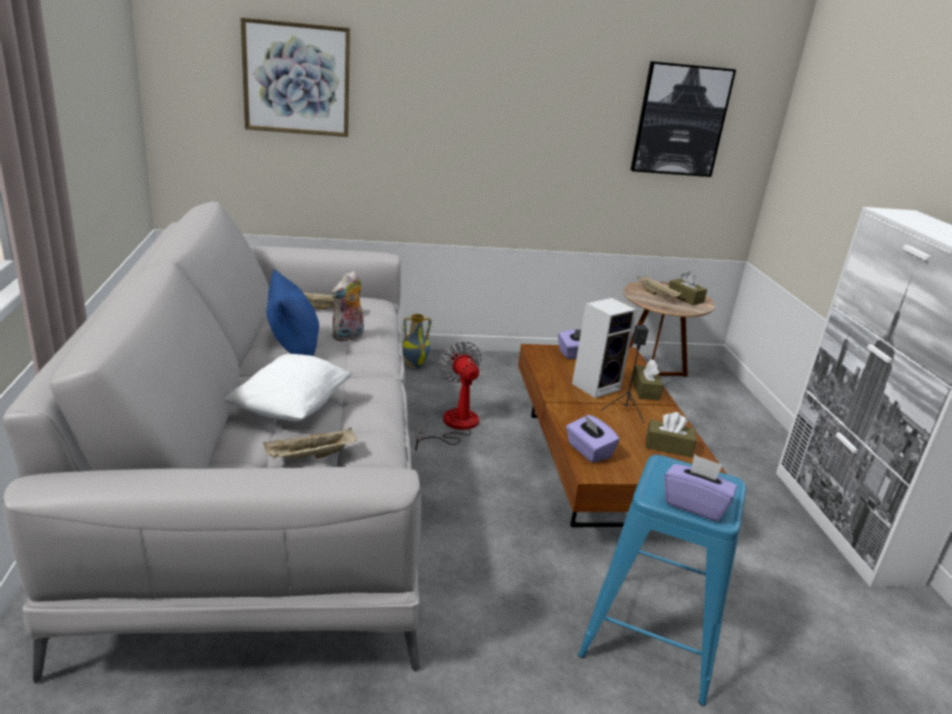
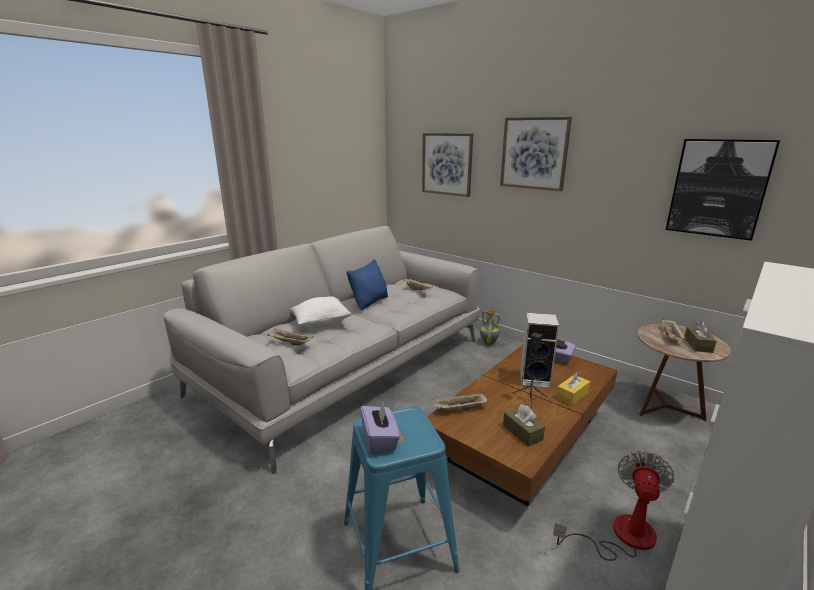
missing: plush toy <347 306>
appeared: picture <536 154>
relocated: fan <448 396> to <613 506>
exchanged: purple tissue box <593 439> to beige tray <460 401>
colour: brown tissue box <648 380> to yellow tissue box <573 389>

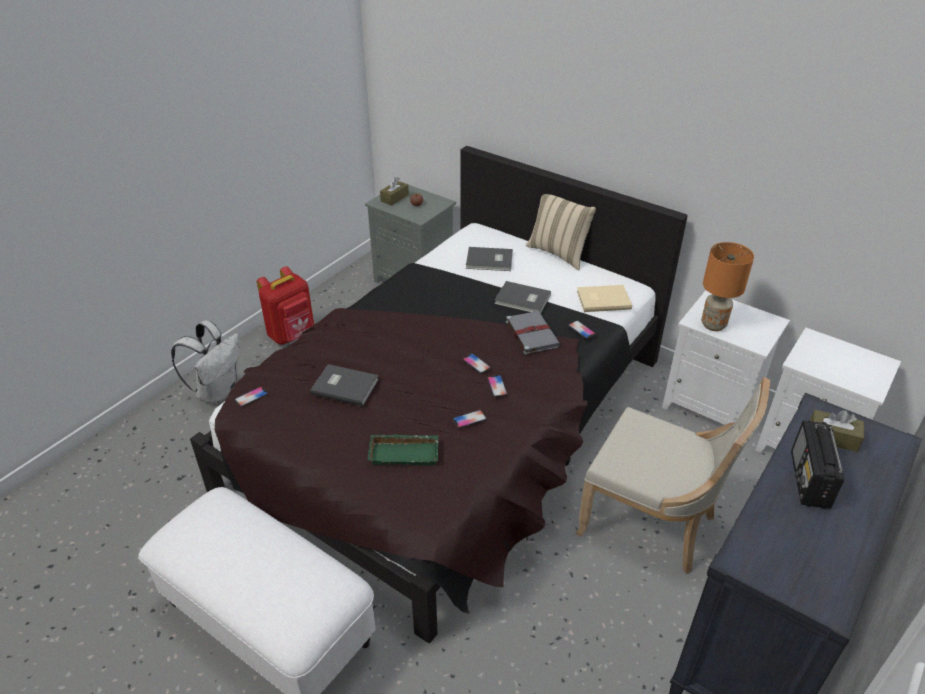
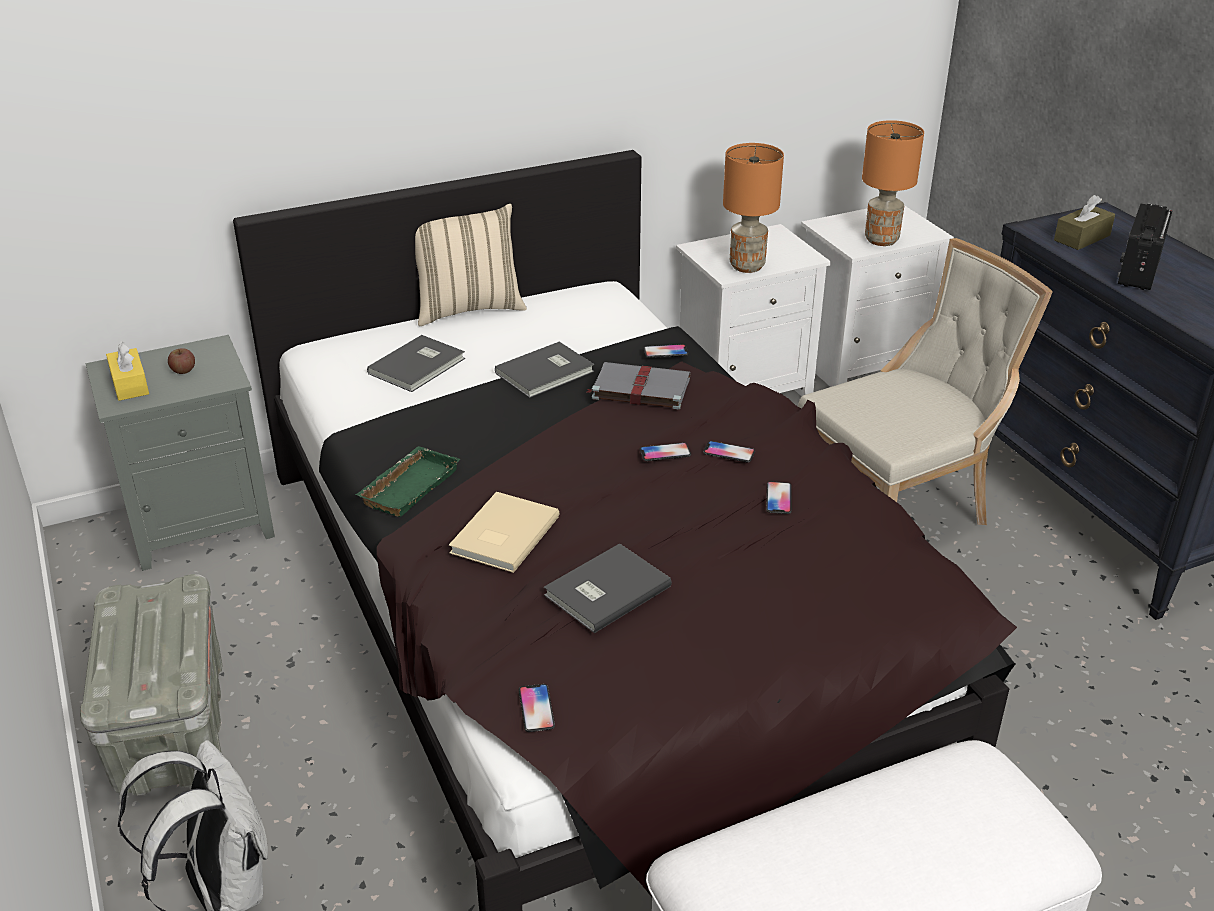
appeared: orange table lamp <893 183>
relocated: beige book <604 298> to <504 532>; green tray <403 449> to <407 481>
exchanged: red backpack <285 305> to grey storage box <151 685>
colour: brown tissue box <394 191> to yellow tissue box <127 371>
spun: radio <817 464> = <1144 246> 75 degrees clockwise

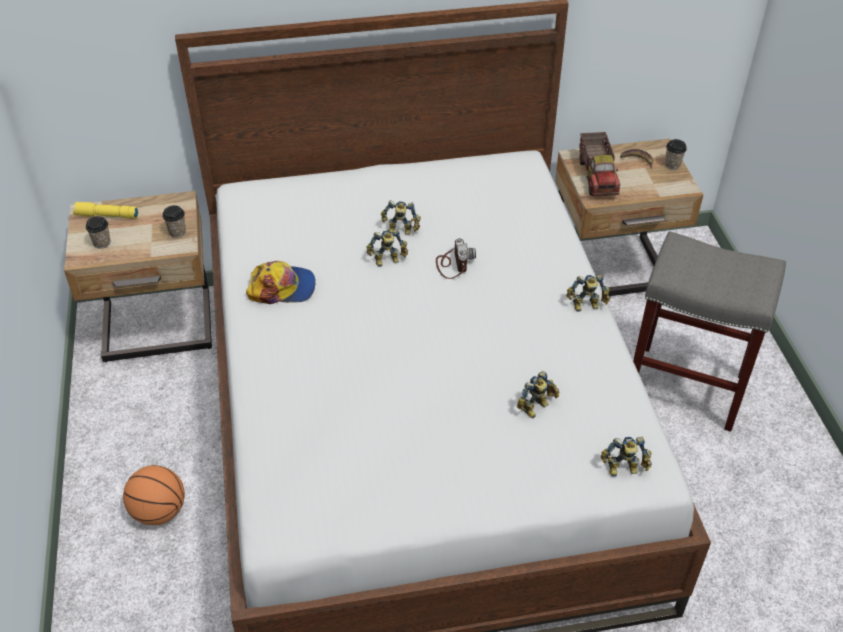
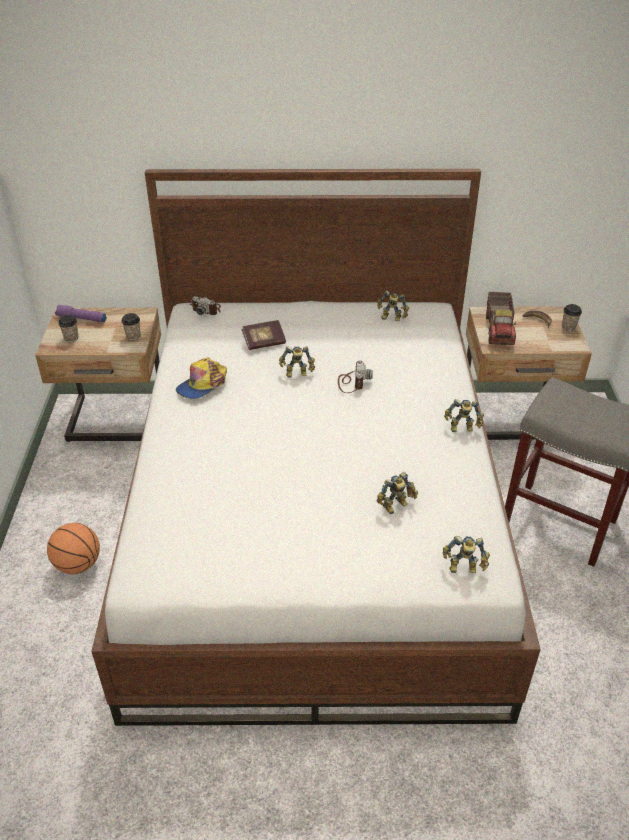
appeared: photo camera <205 305>; book <264 335>
relocated: toy robot <401 217> to <393 306>
colour: yellow flashlight <106 210> to purple flashlight <81 313>
spun: cap <281 282> = <201 378> 120 degrees clockwise

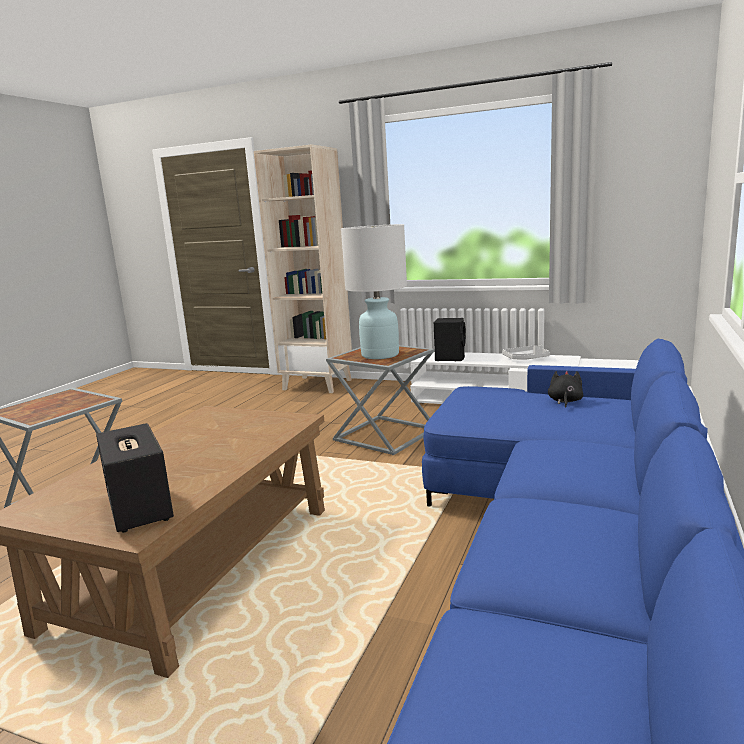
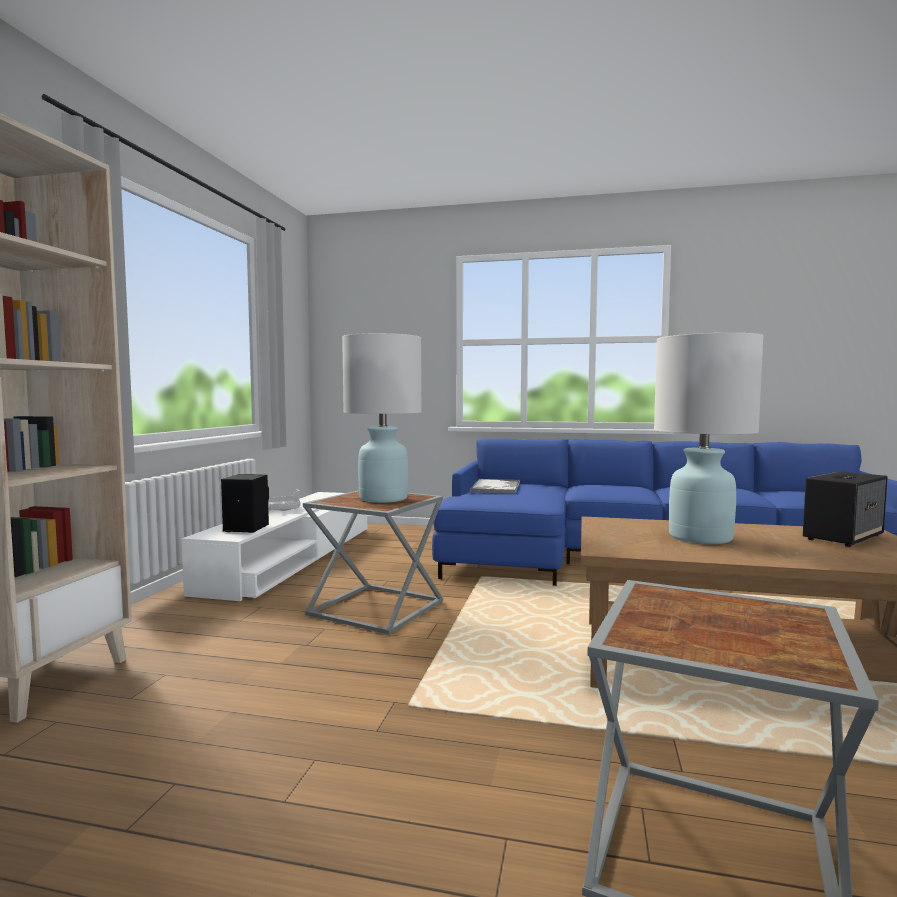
appeared: white table lamp <708 438>
exchanged: black plush toy <565 389> to tray <495 486>

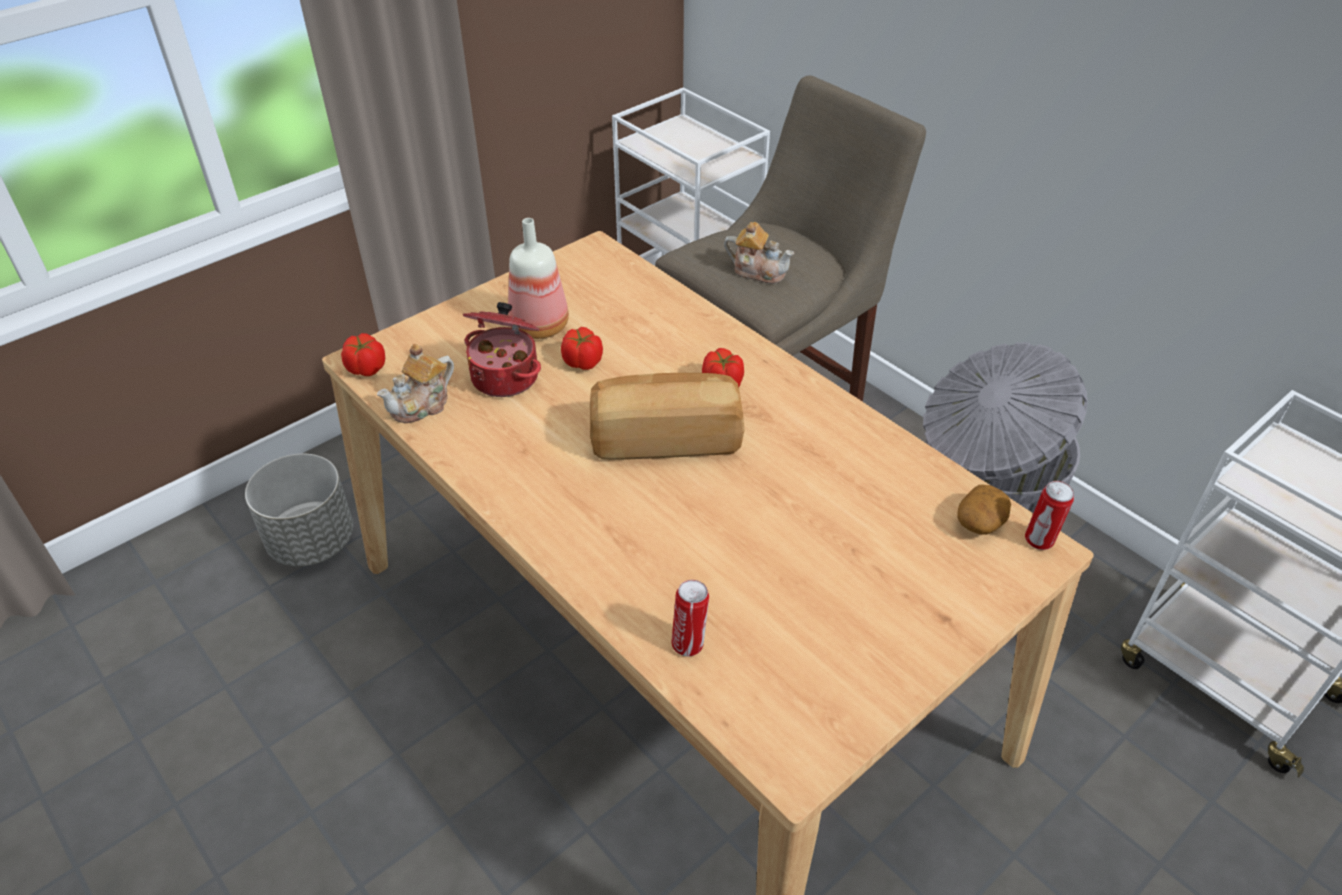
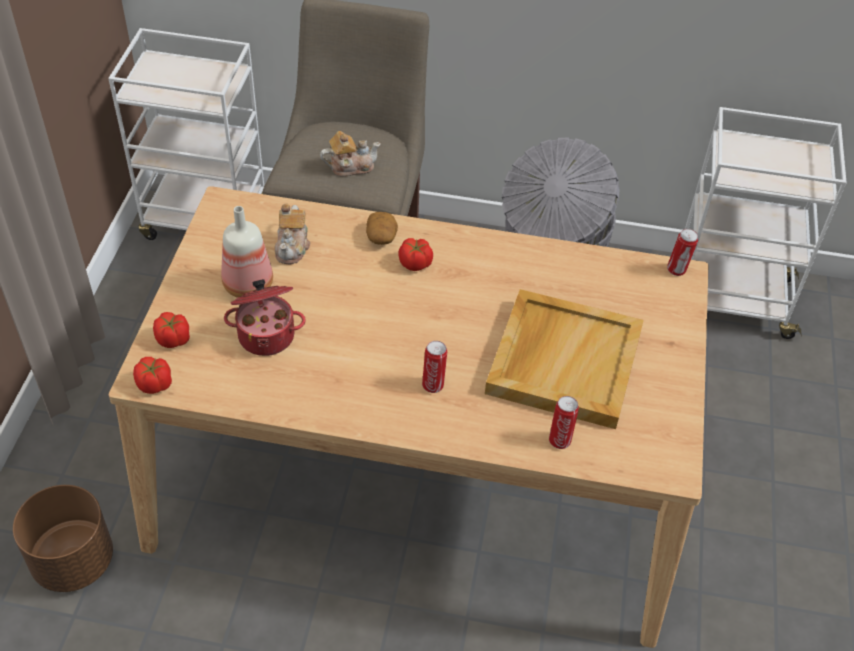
missing: bread <667 416>
appeared: beige tray <564 359>; can <434 367>
relocated: tomato <582 348> to <171 330>; teapot <415 383> to <292 233>; potato <984 509> to <382 228>
colour: grey planter <299 510> to brown planter <63 538>

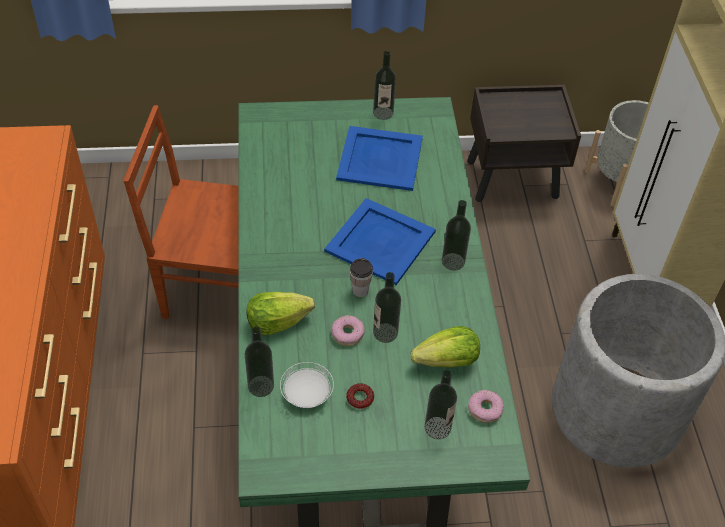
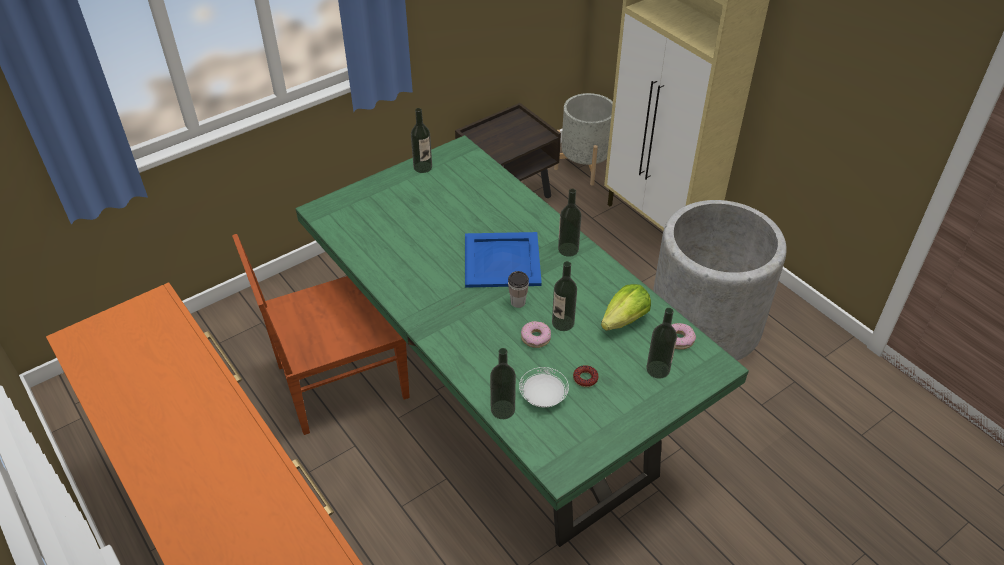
missing: blue tray <379 158>; lettuce <280 313>

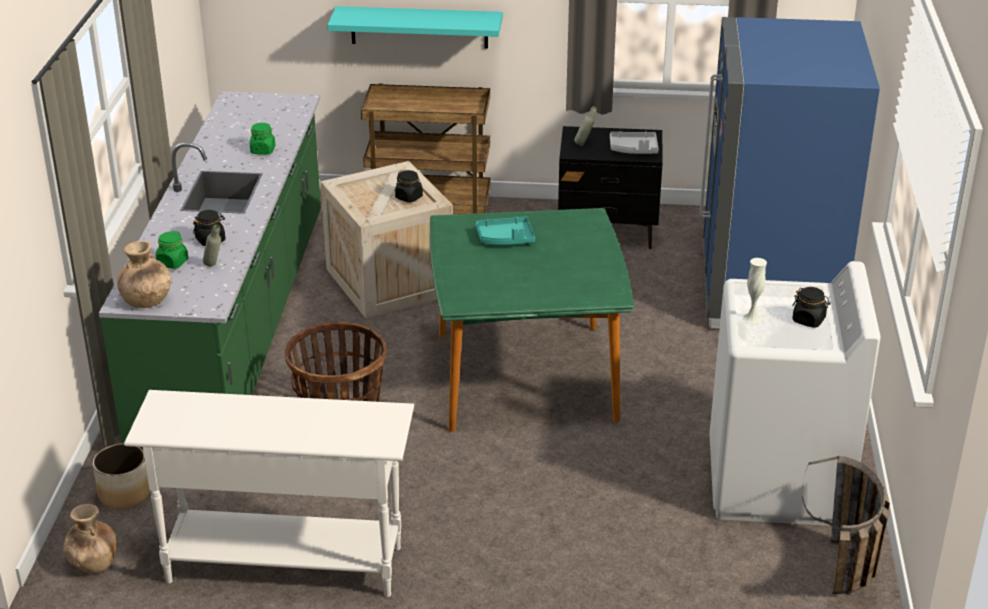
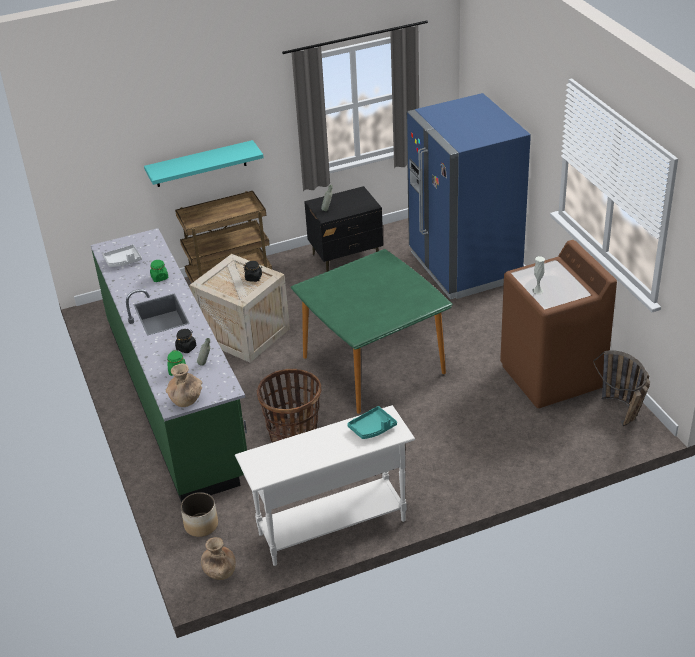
missing: black jar <811 307>
relocated: grey tray <634 142> to <122 255>; turquoise tray <505 231> to <372 422>
colour: white washing machine <795 393> to brown washing machine <558 324>

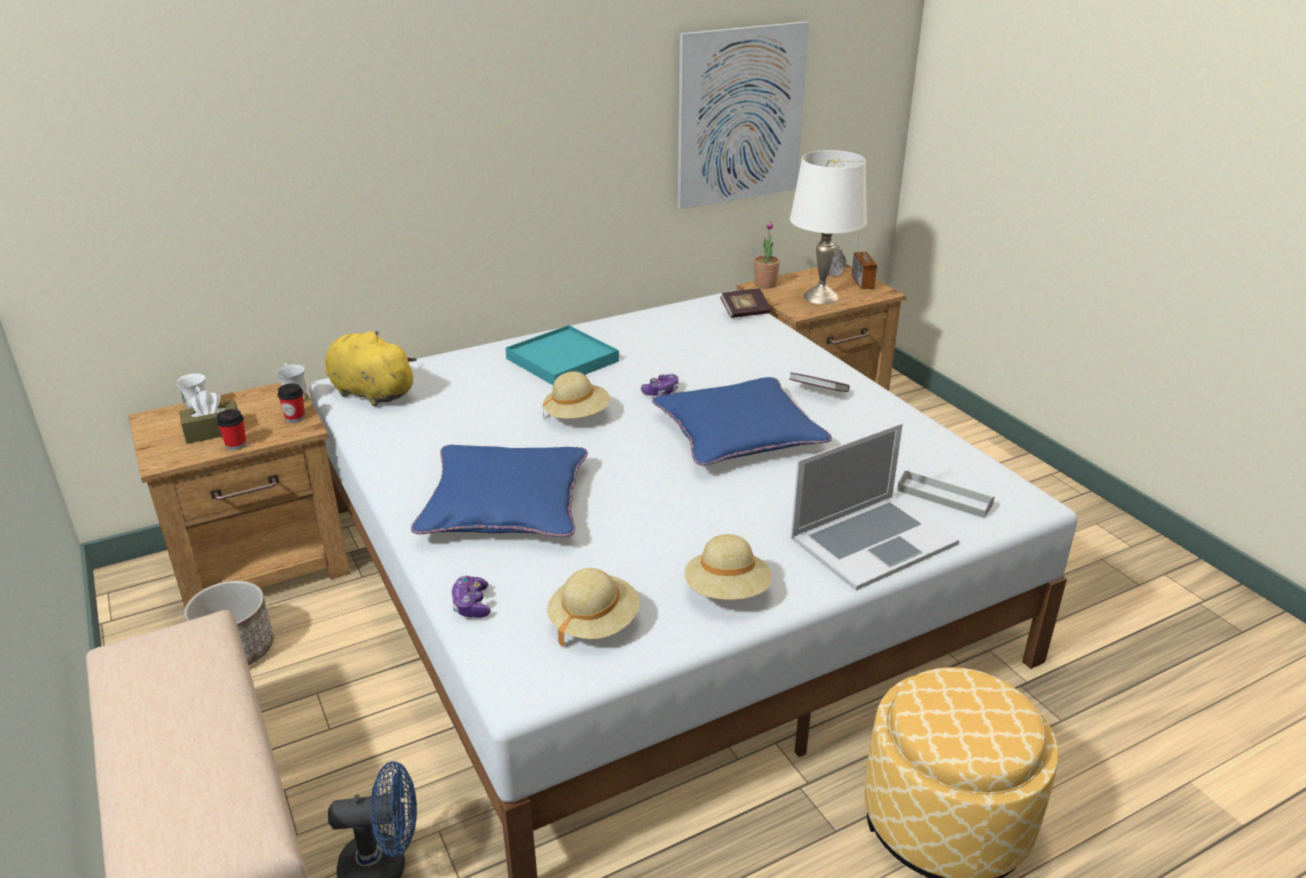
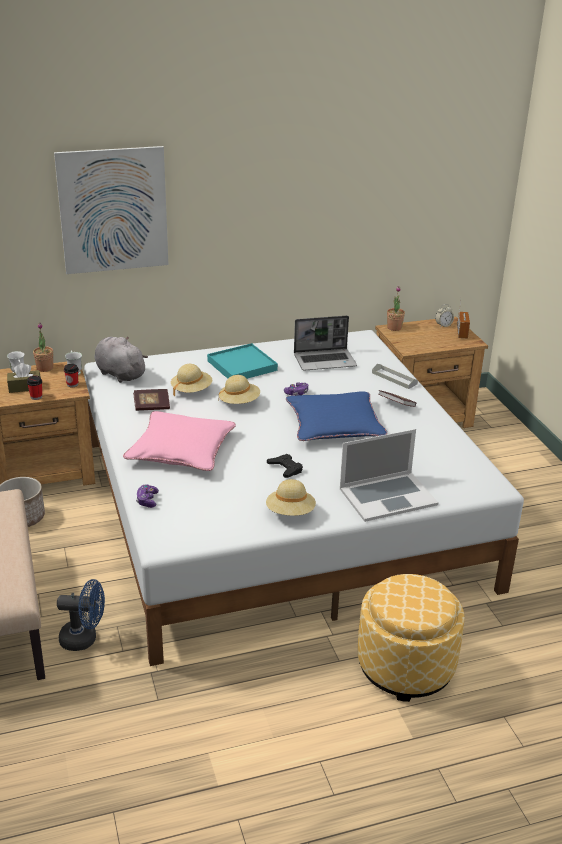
missing: white table lamp <828 227>
appeared: laptop <325 343>; potted plant <43 347>; black game controller <285 466>
relocated: picture <743 115> to <111 210>; book <745 303> to <151 400>; grey tray <946 494> to <395 376>; beige hat <593 607> to <191 380>
colour: yellow plush toy <371 368> to grey plush toy <121 359>; blue pillow <499 491> to pink pillow <179 441>

